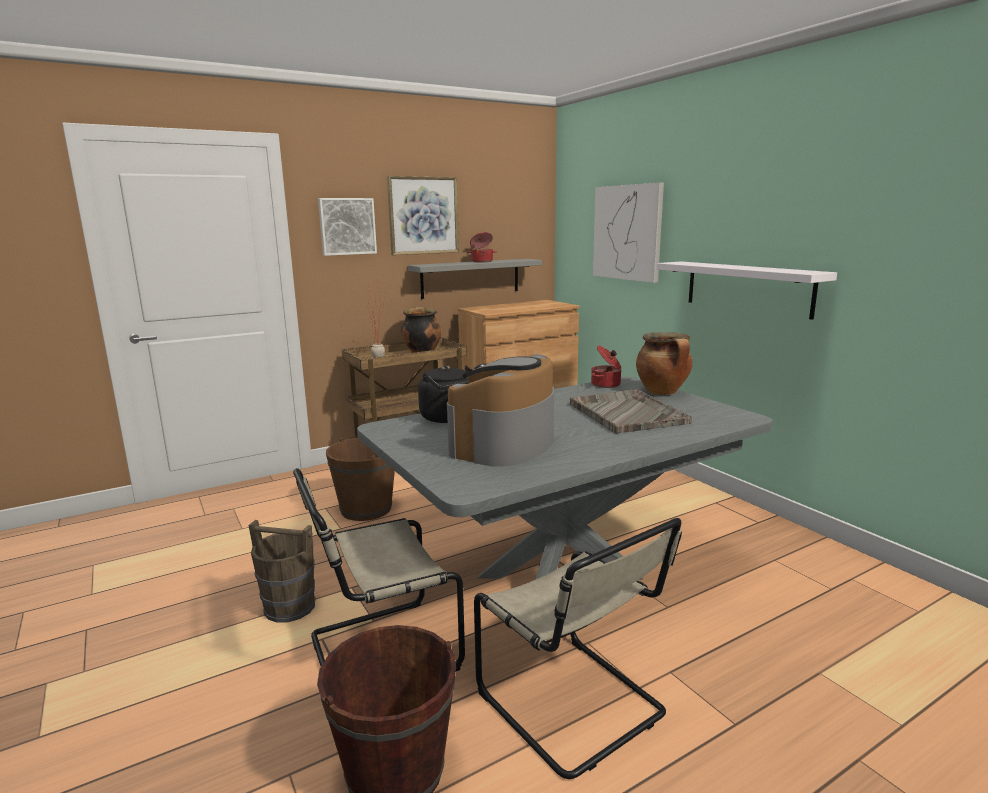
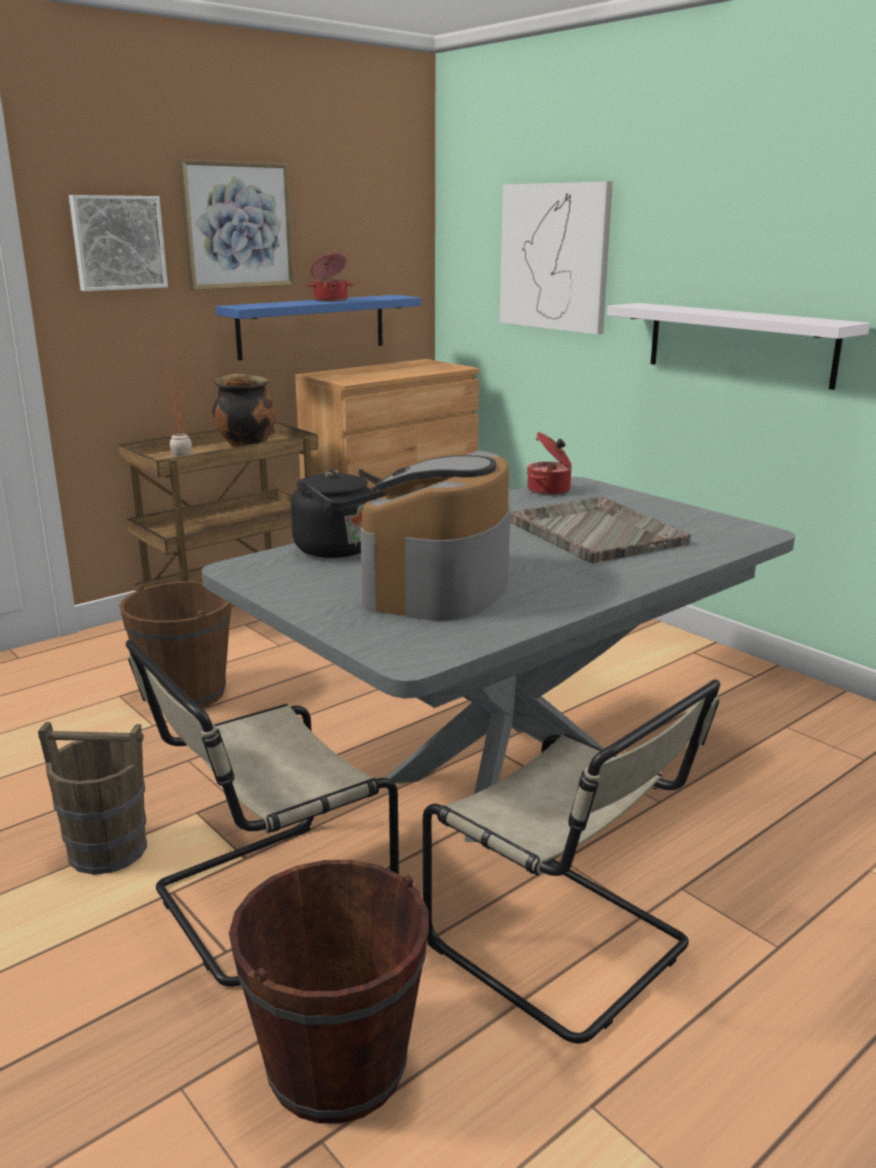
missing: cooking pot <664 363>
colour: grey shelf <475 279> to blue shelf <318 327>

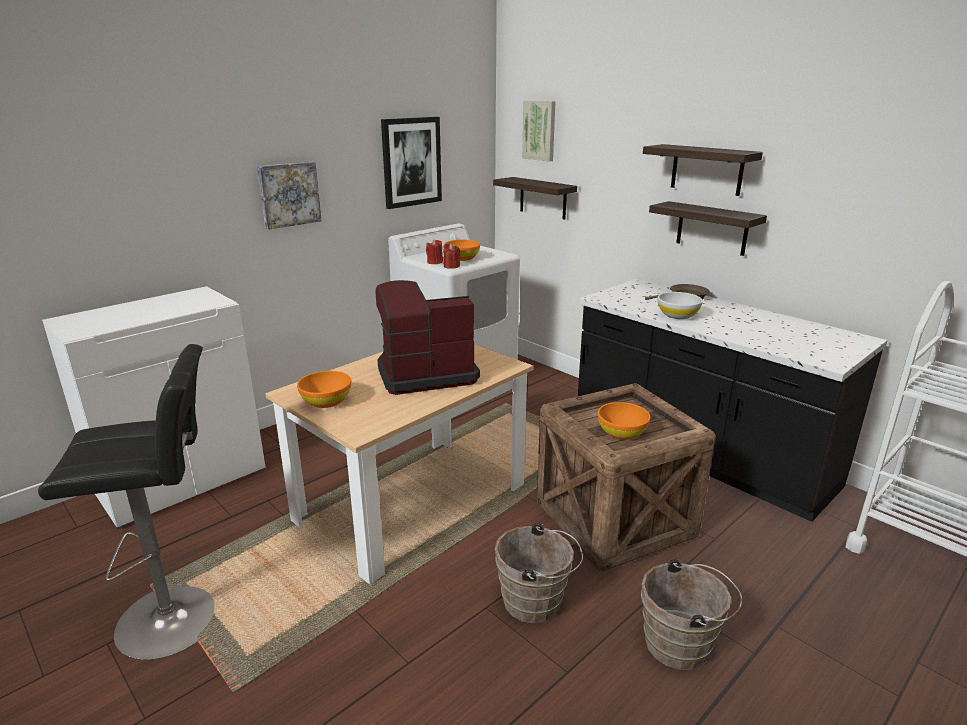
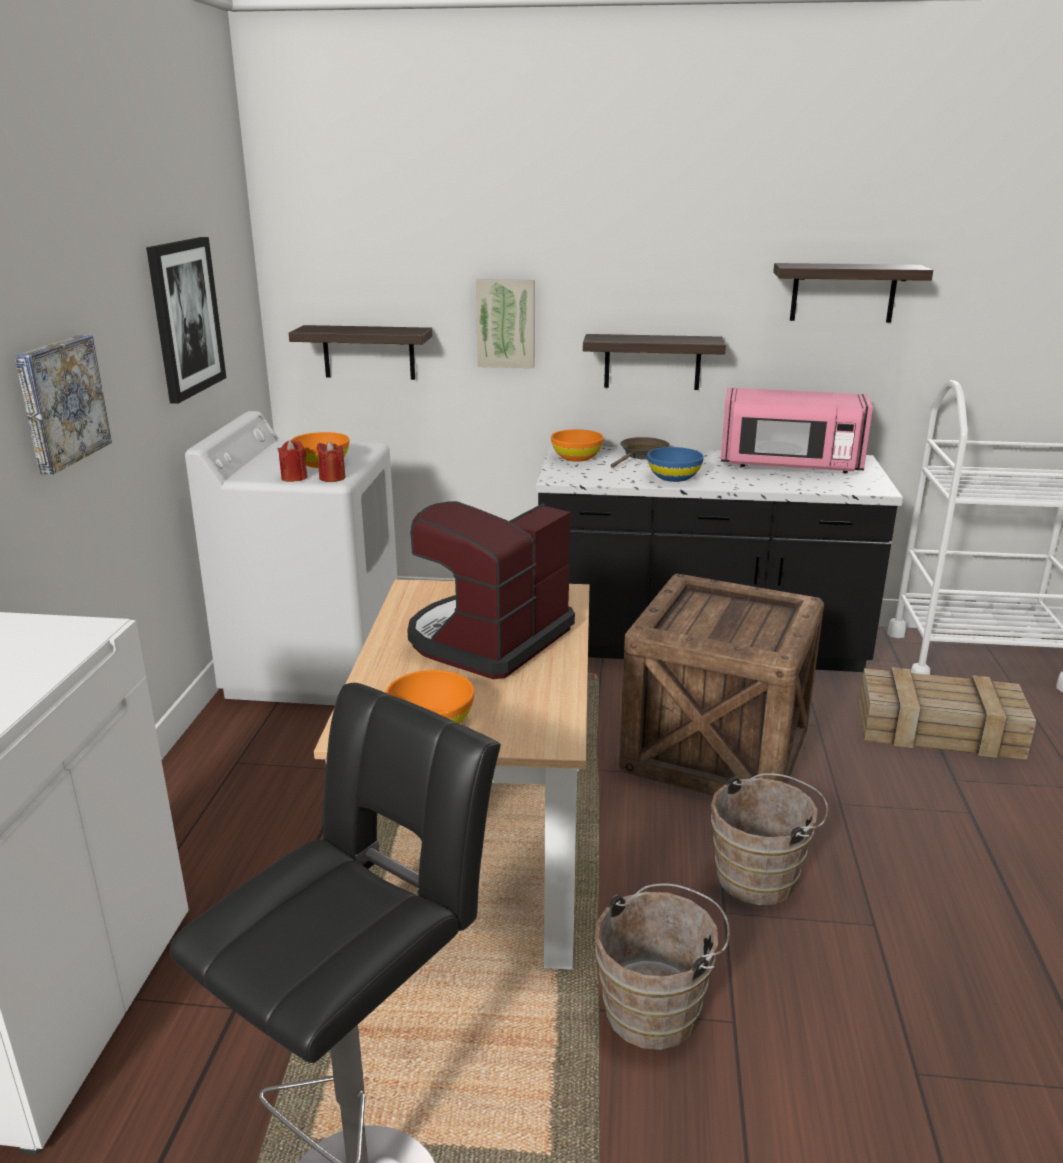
appeared: pink microwave <797 430>; crate <947 713>
relocated: picture <539 131> to <505 323>; shelf <703 170> to <853 293>; orange bowl <624 421> to <577 445>; brown bucket <691 614> to <662 966>
colour: white bowl <680 305> to blue bowl <675 464>

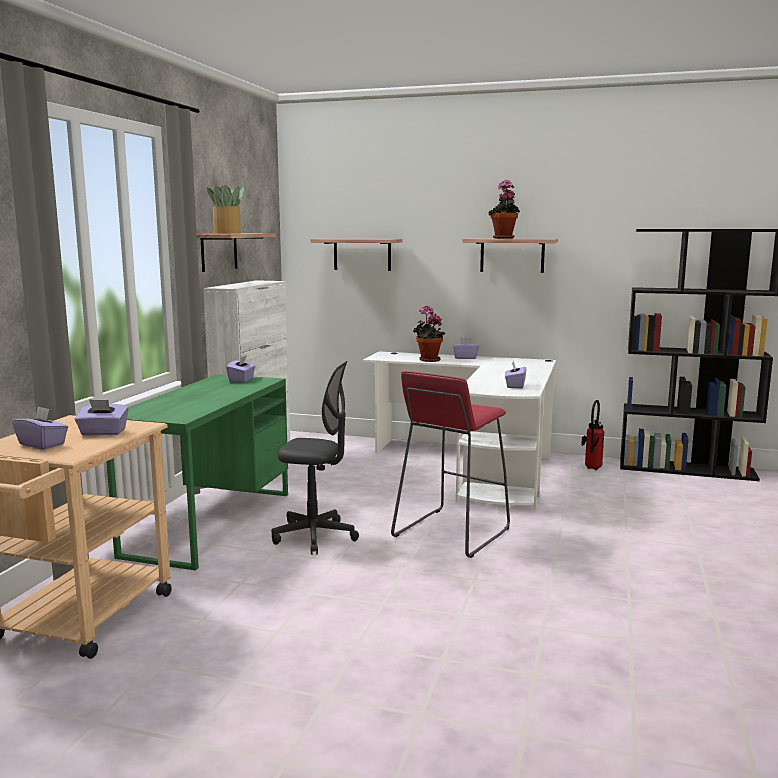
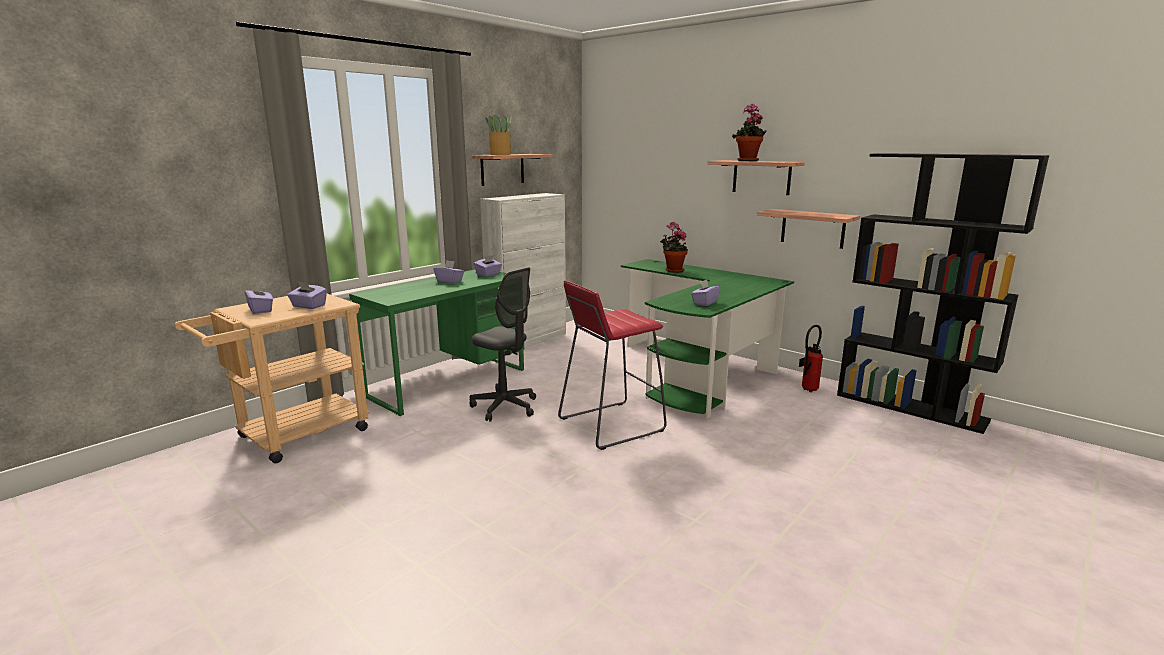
relocated: shelf <356 255> to <808 229>; purple tissue box <465 348> to <449 272>
colour: white desk <459 430> to green desk <707 339>

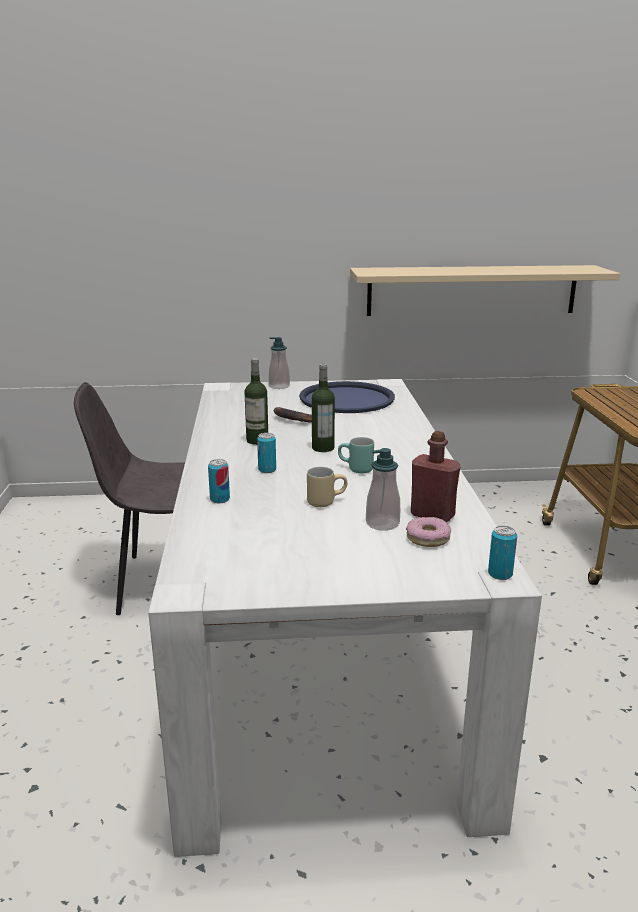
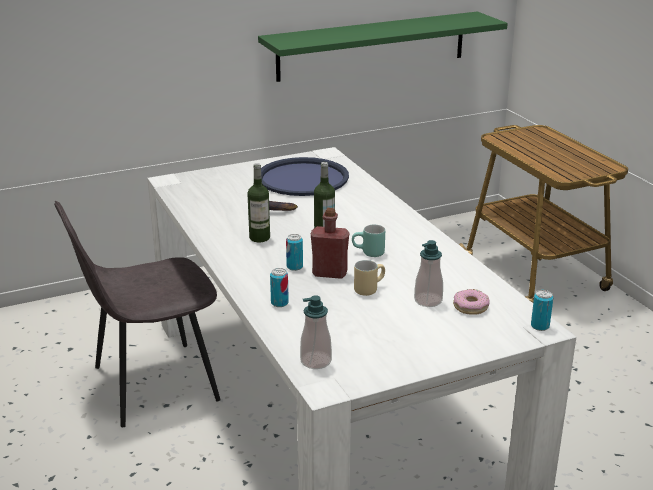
relocated: soap dispenser <279 363> to <316 332>; red bottle <435 476> to <330 243>
colour: beige shelf <485 290> to green shelf <383 46>

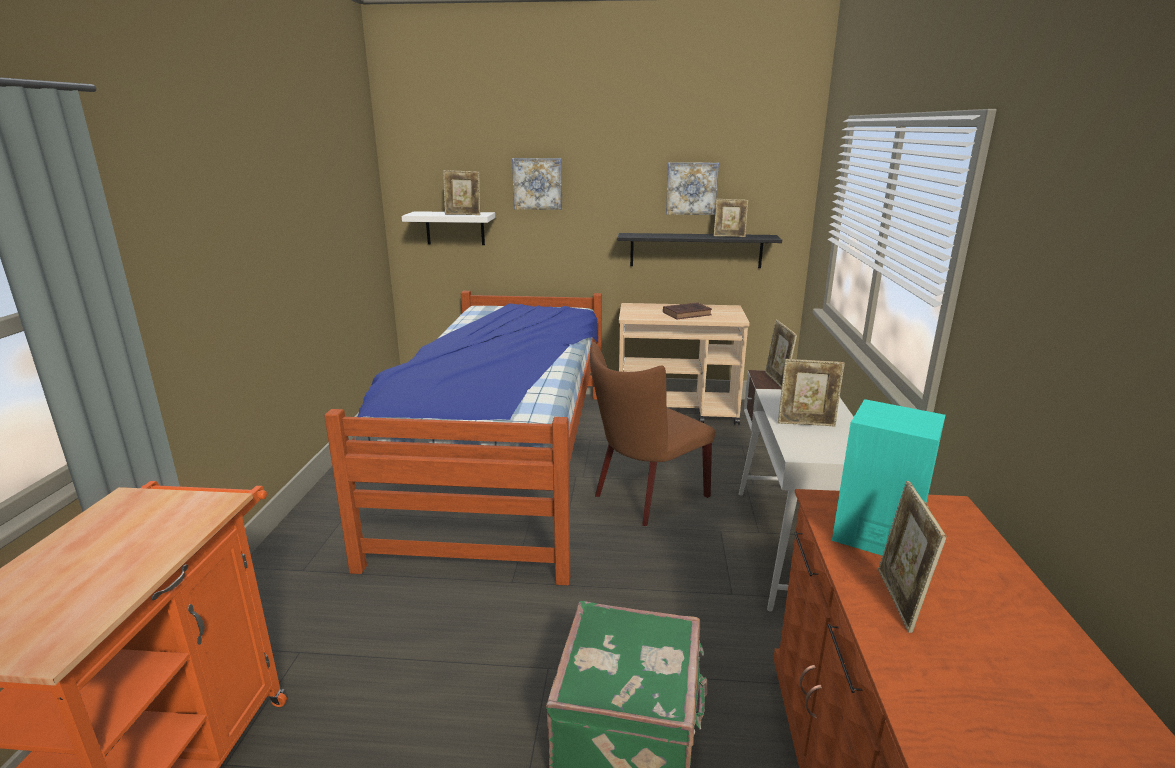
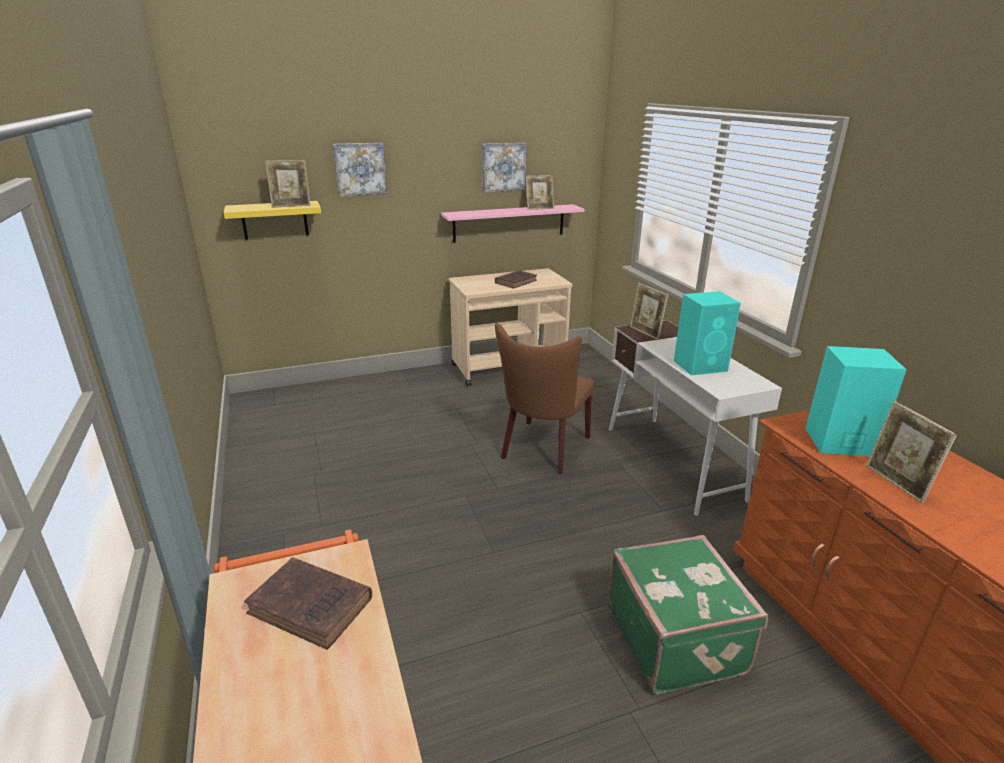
missing: bed <463 438>
appeared: brown book <308 603>
exchanged: picture frame <811 392> to turquoise speaker <707 333>
colour: white shelf <448 228> to yellow shelf <272 220>; black shelf <699 250> to pink shelf <513 223>

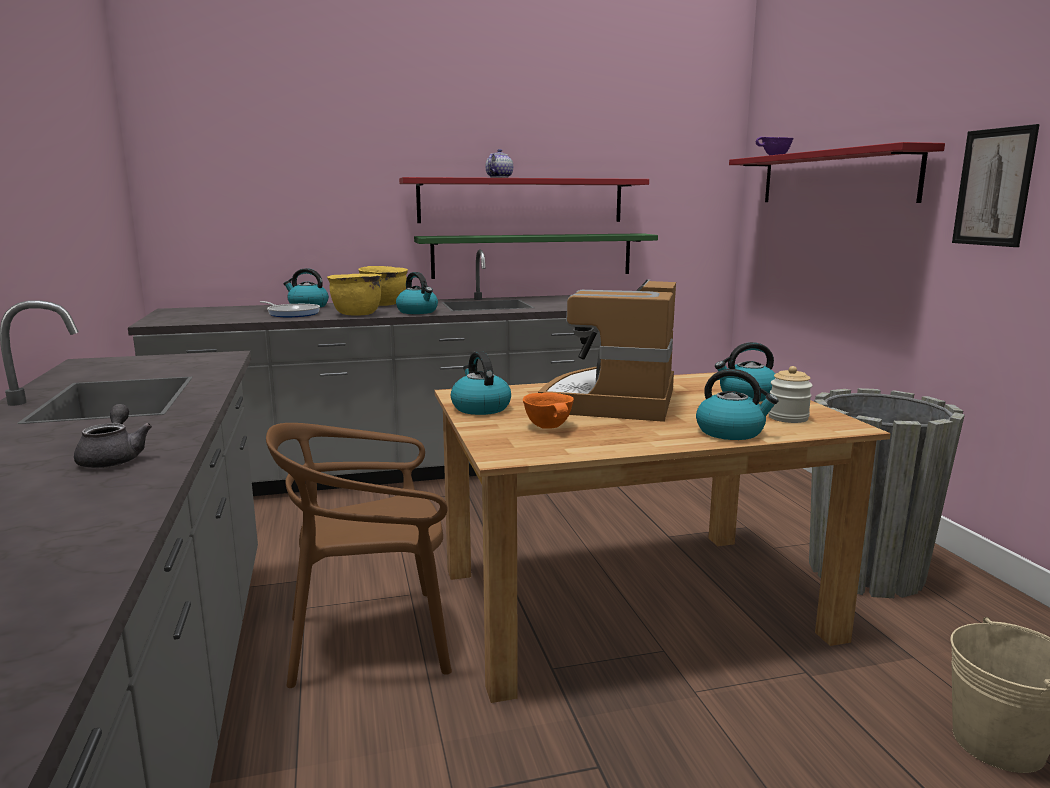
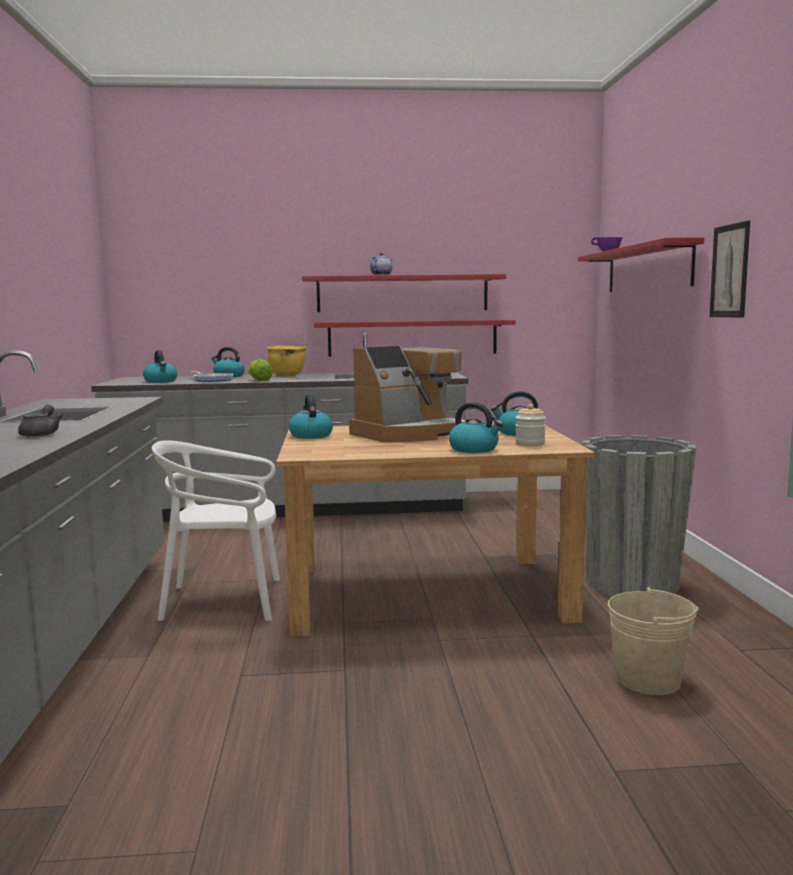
missing: orange bowl <548 410>
relocated: kettle <417 293> to <160 366>
exchanged: yellow cooking pot <354 295> to lettuce <260 370>
colour: green shelf <536 256> to red shelf <415 338>; brown chair <359 555> to white chair <216 530>
spun: coffee machine <607 351> = <408 394> 150 degrees counterclockwise

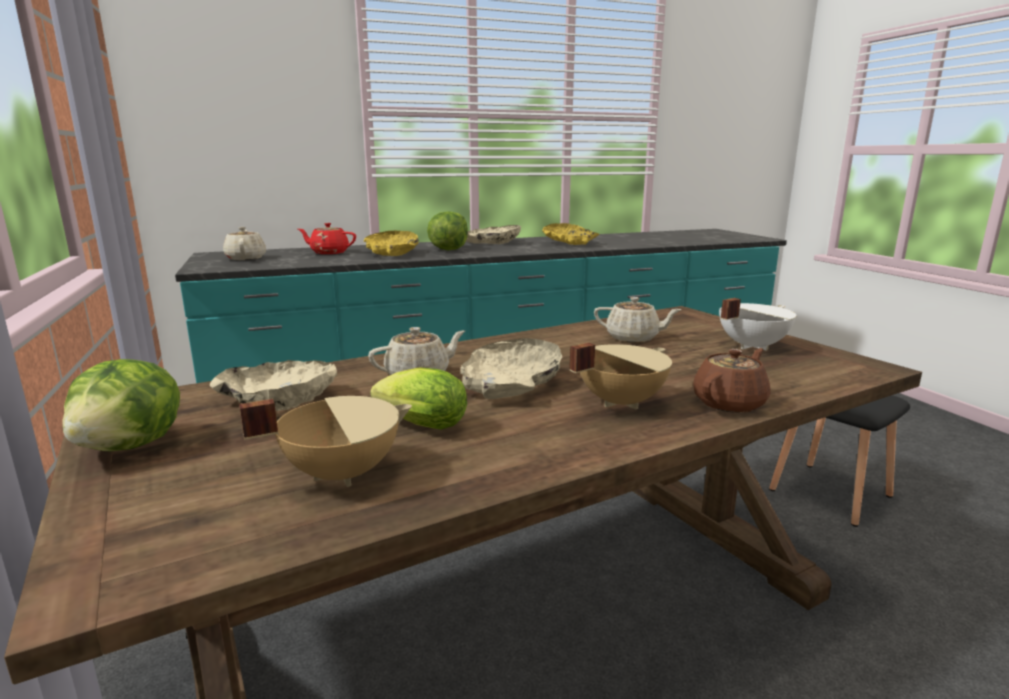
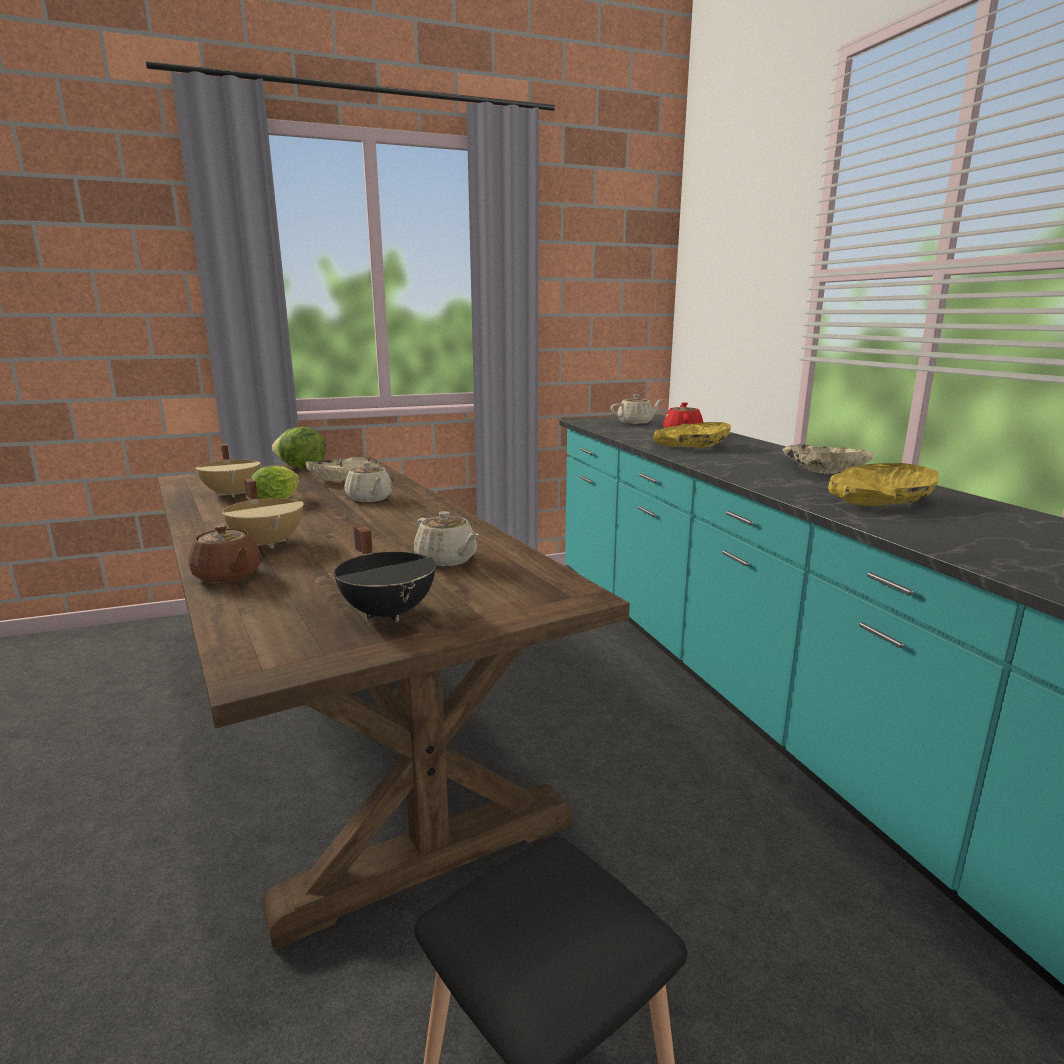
missing: lettuce <447 230>; beige bowl <511 368>
colour: white cooking pot <757 324> to black cooking pot <385 573>
spun: beige teapot <638 319> = <446 538> 60 degrees counterclockwise

